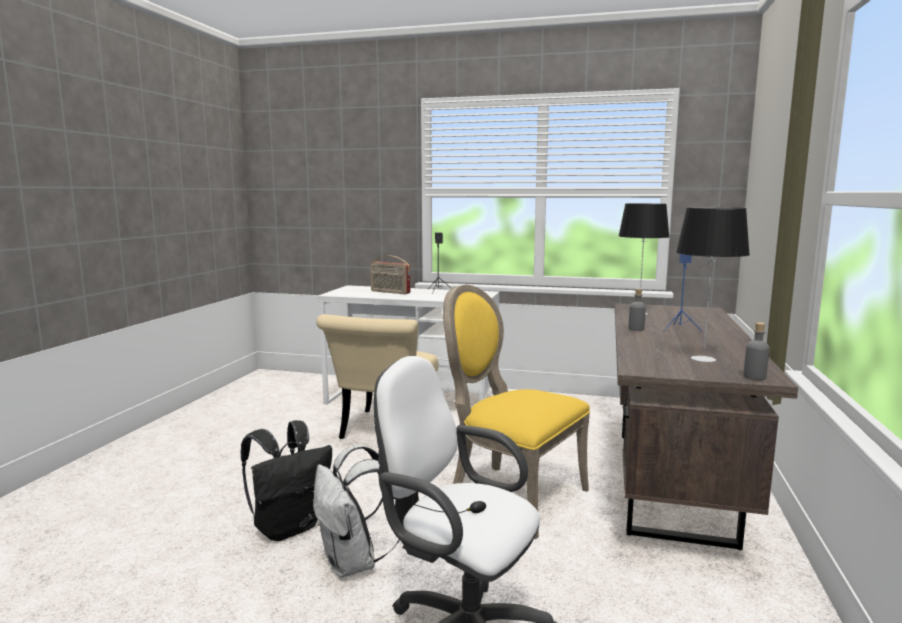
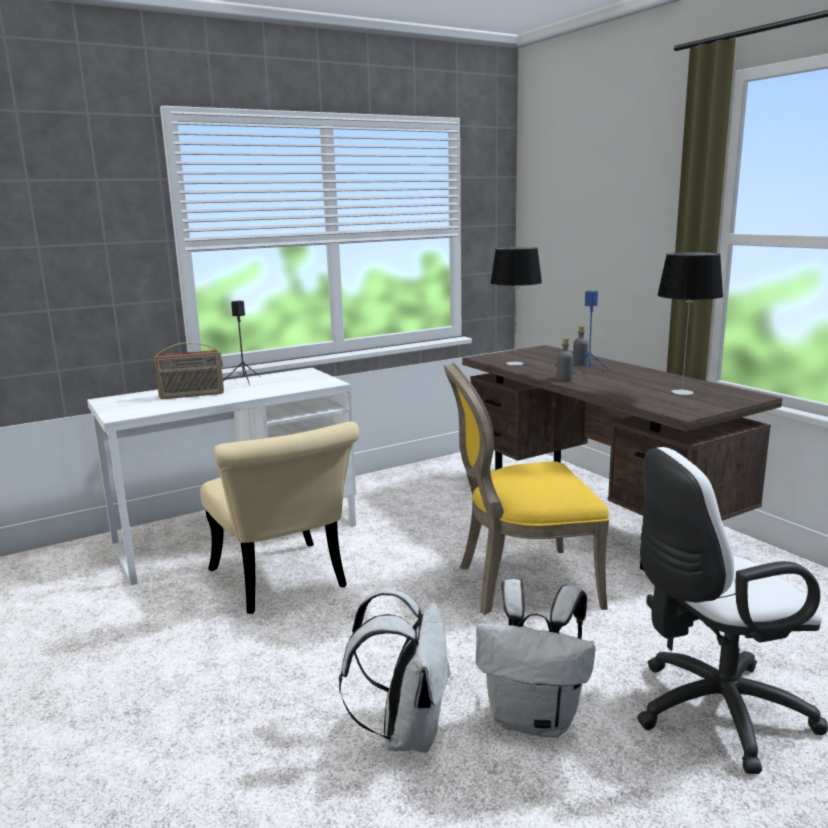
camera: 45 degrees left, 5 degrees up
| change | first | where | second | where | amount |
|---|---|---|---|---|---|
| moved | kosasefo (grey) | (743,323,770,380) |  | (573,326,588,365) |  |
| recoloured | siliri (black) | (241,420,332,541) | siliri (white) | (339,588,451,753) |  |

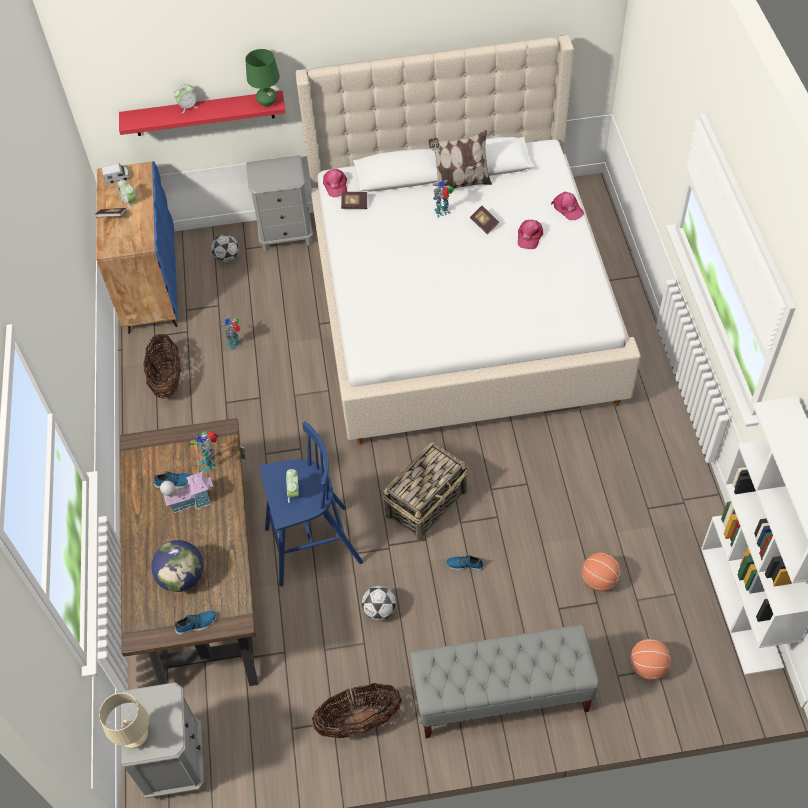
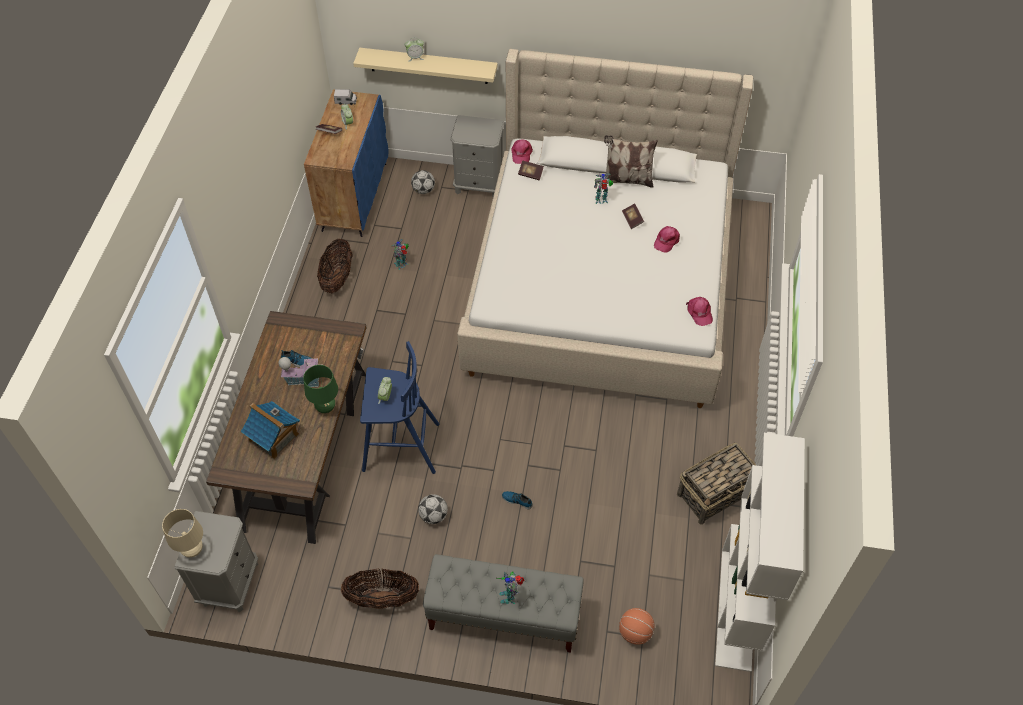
camera: 15 degrees right, 0 degrees up
| change | first | where | second | where | amount |
|---|---|---|---|---|---|
| removed | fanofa | (175,611,217,635) |  |  |  |
| removed | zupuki | (582,553,621,592) |  |  |  |
| moved | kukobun | (188,431,218,472) |  | (497,571,524,604) |  |
| moved | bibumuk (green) | (245,49,280,107) |  | (303,365,338,413) |  |
| moved | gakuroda | (382,442,468,541) |  | (677,443,757,525) |  |
| moved | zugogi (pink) | (551,192,584,220) |  | (686,297,713,326) |  |
| replaced | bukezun | (151,540,204,592) | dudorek | (241,401,300,459) |  |
| recoloured | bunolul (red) | (119,91,286,136) | bunolul (beige) | (353,48,498,84) |  |

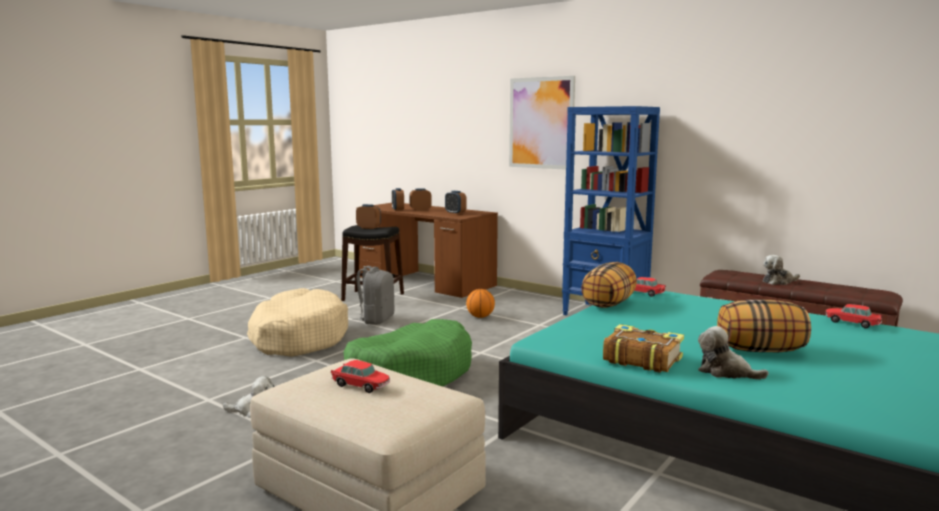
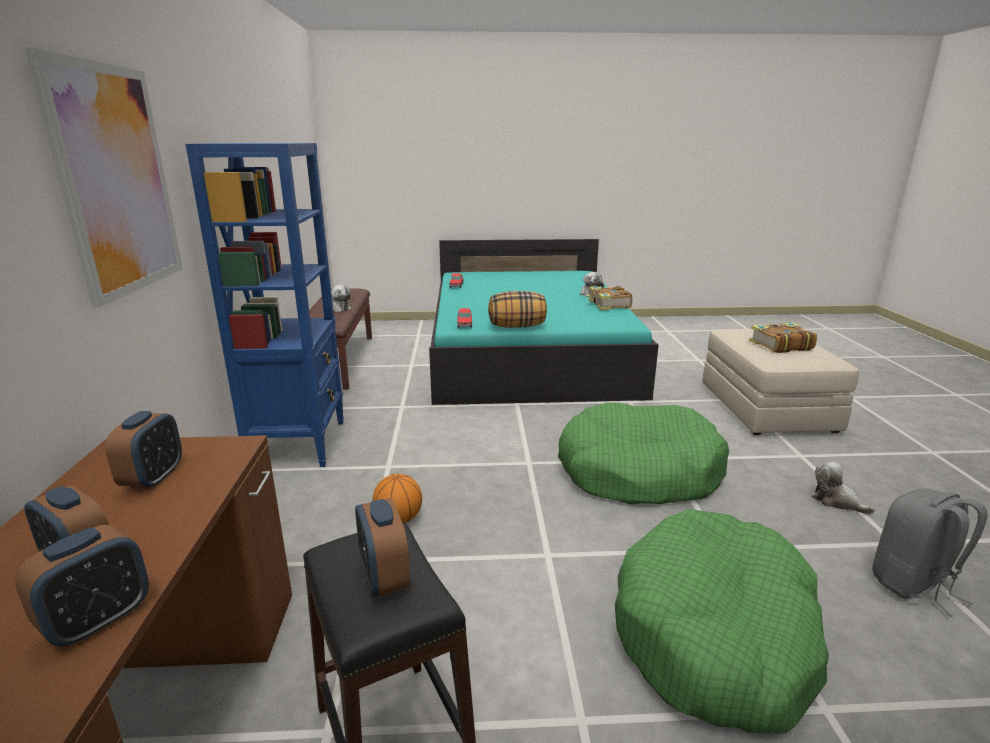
camera: 130 degrees left, 10 degrees up
| change | first | where | second | where | amount |
|---|---|---|---|---|---|
| removed | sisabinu | (717,300,811,352) |  |  |  |
| moved | siliri (grey) | (352,266,394,325) |  | (872,488,987,617) |  |
| replaced | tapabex | (331,360,390,393) | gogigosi | (749,322,817,353) |  |
| recoloured | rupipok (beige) | (247,288,348,357) | rupipok (green) | (615,509,829,734) |  |

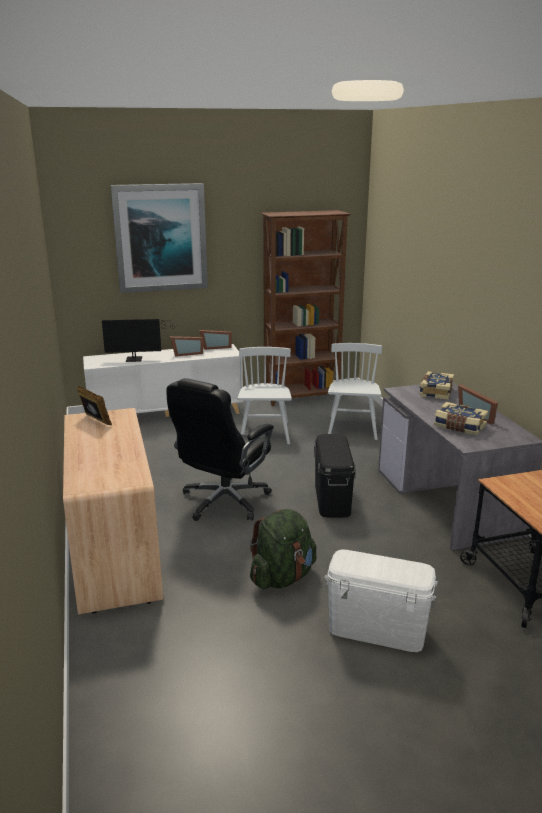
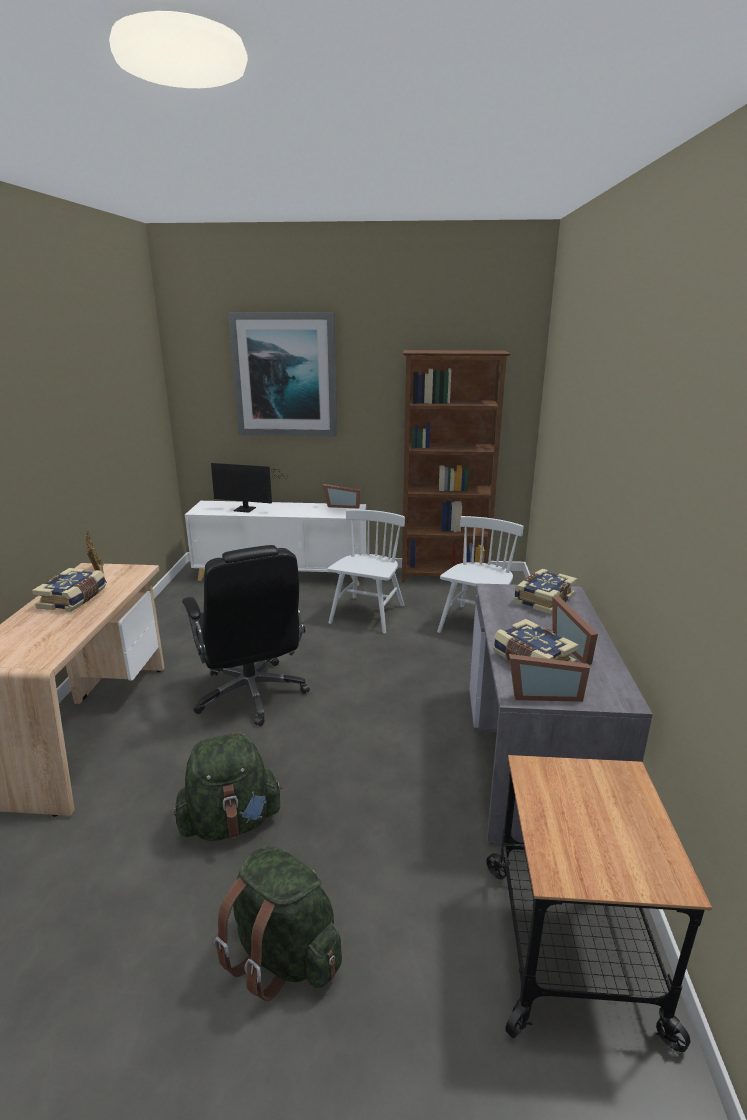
camera: 20 degrees right, 0 degrees up
| change | first | where | second | where | amount |
|---|---|---|---|---|---|
| removed | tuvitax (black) | (314,434,356,518) |  |  |  |
| added |  |  | gogigosi | (32,568,106,612) |  |
| moved | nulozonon | (170,336,203,357) |  | (509,654,590,702) |  |
| replaced | tuvitax (white) | (325,549,438,652) | siliri (green) | (214,846,342,1001) |  |
| turned | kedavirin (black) | (166,378,274,521) |  | (182,545,310,726) | 75 degrees counterclockwise |

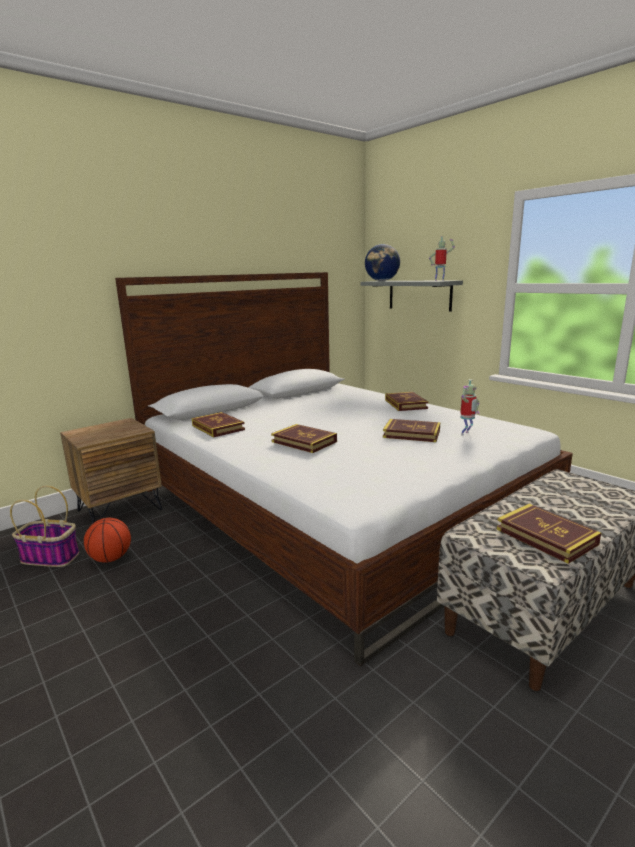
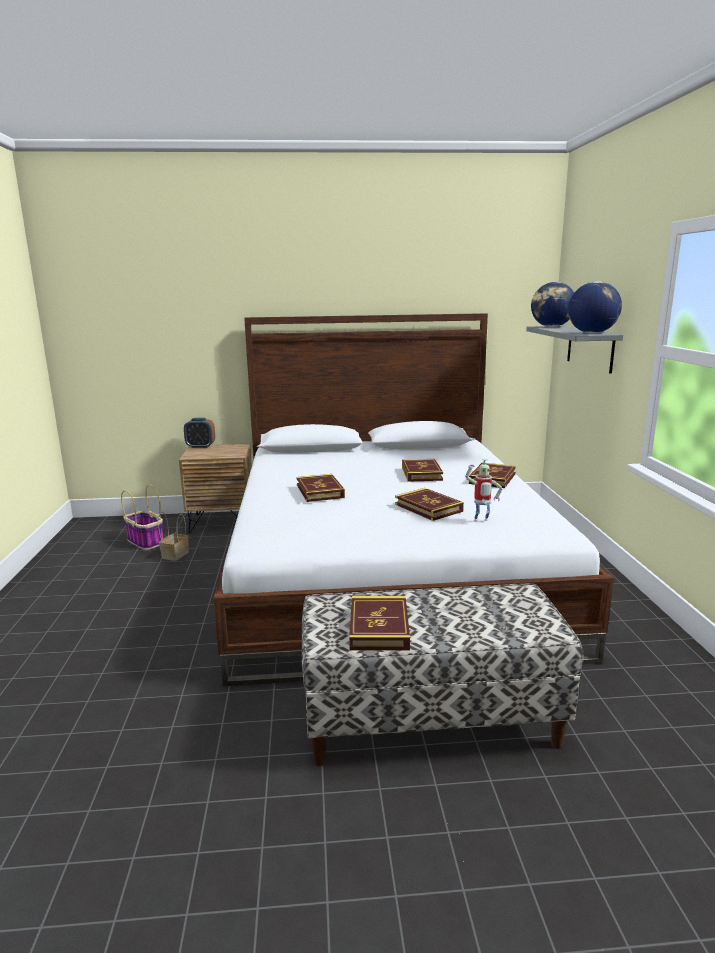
camera: 35 degrees right, 0 degrees up
| change | first | where | second | where | amount |
|---|---|---|---|---|---|
| added |  |  | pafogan | (184,418,215,448) |  |
| moved | gogigosi | (192,412,245,437) |  | (402,459,443,482) |  |
| replaced | zupuki | (84,518,131,563) | gakuroda | (158,512,189,561) |  |
| replaced | kukobun | (429,236,455,281) | bukezun | (568,281,622,334) |  |

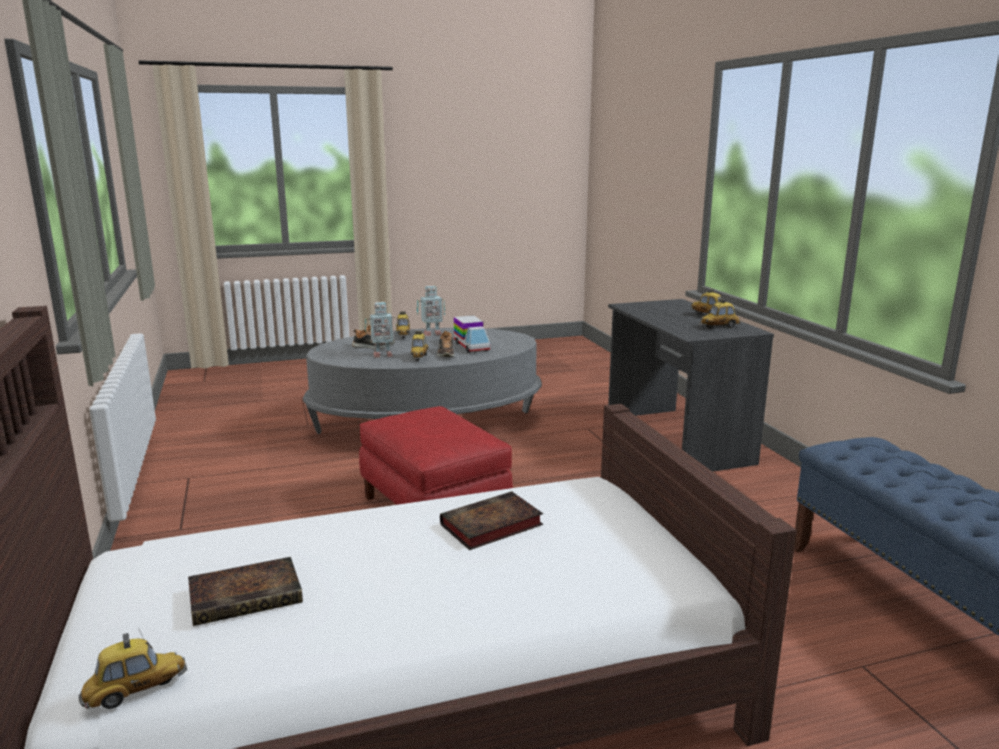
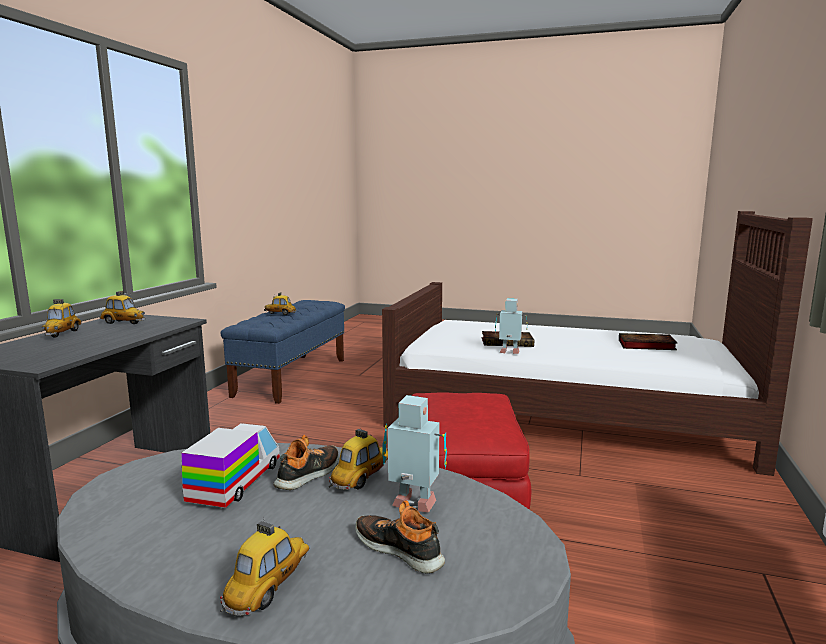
camera: 145 degrees left, 5 degrees down
| change | first | where | second | where | amount |
|---|---|---|---|---|---|
| moved | tapabex | (79,628,187,709) |  | (264,292,297,315) |  |
| moved | kukobun | (417,286,445,336) |  | (495,298,528,354) |  |

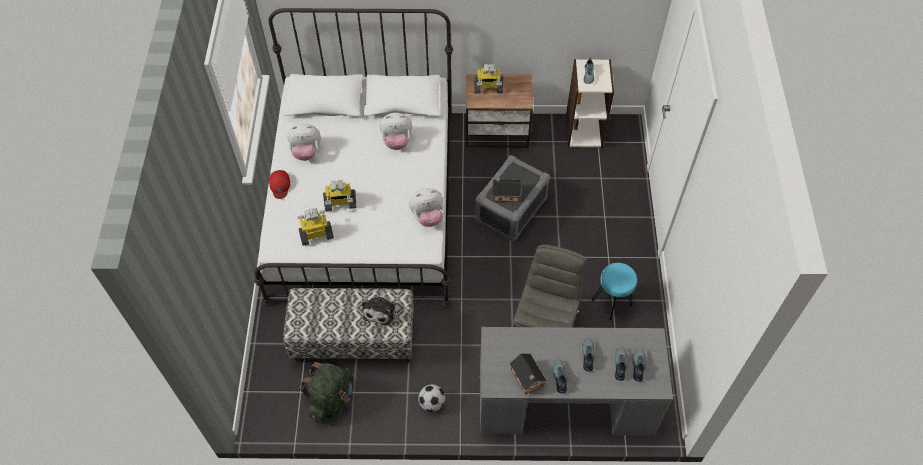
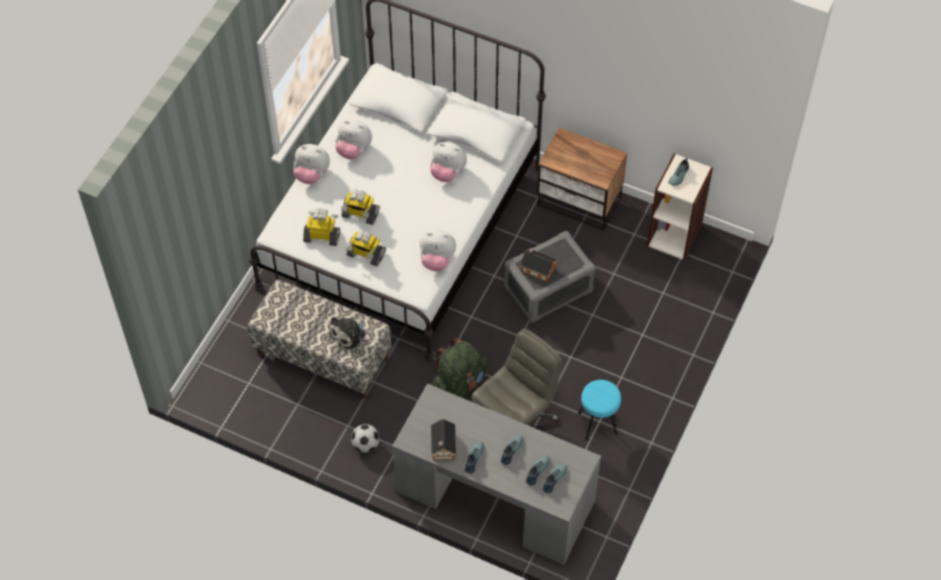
camera: 25 degrees right, 0 degrees up
| change | first | where | second | where | amount |
|---|---|---|---|---|---|
| moved | siliri (green) | (300,362,353,424) |  | (433,337,488,397) |  |
| moved | kukobun | (474,64,503,93) |  | (346,229,386,266) |  |
| replaced | zugogi (red) | (269,170,290,199) | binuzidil | (293,144,330,184) |  |

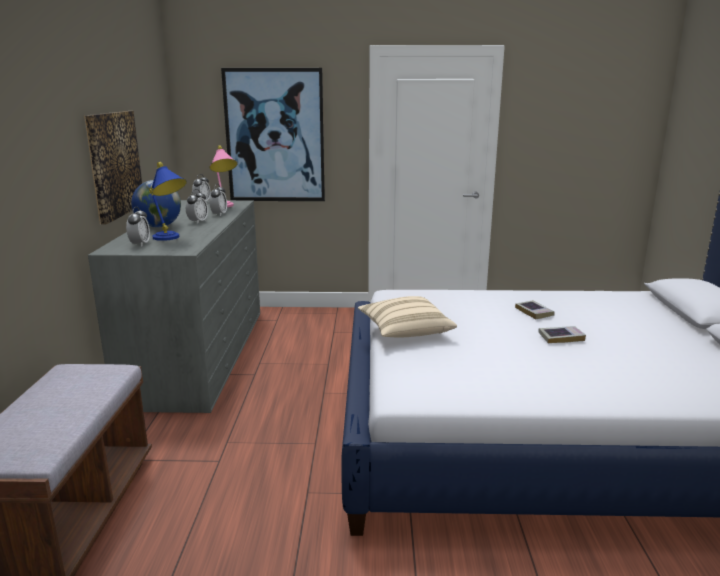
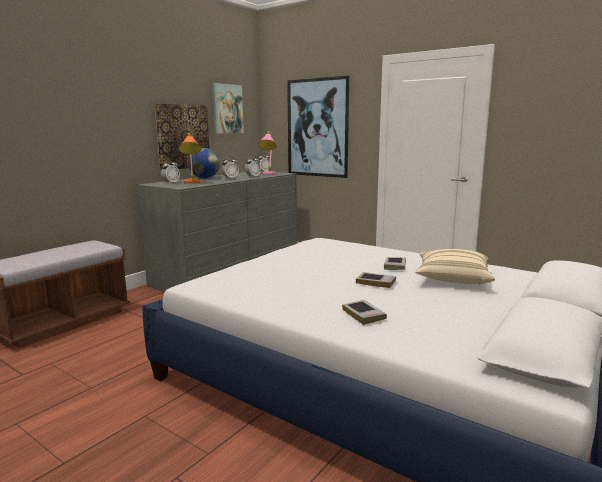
camera: 35 degrees right, 5 degrees down
| change | first | where | second | where | amount |
|---|---|---|---|---|---|
| added |  |  | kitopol | (212,83,244,134) |  |
| added |  |  | gogigosi | (342,300,387,325) |  |
| moved | sisabinu (beige) | (358,296,457,338) |  | (416,249,495,285) |  |
| recoloured | bibumuk (blue) | (149,162,187,241) | bibumuk (orange) | (178,133,202,183) |  |

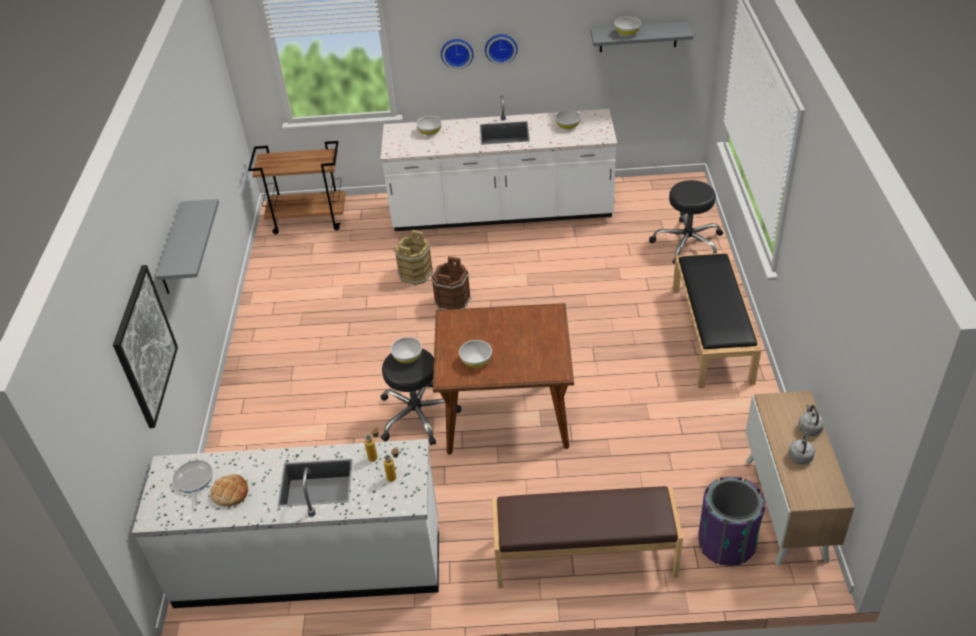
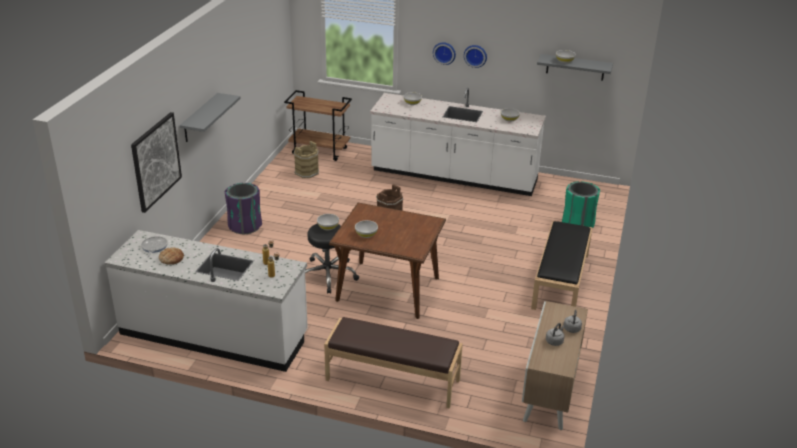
camera: 15 degrees right, 10 degrees down
| change | first | where | second | where | amount |
|---|---|---|---|---|---|
| moved | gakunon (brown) | (394,230,434,285) |  | (293,141,319,178) |  |
| moved | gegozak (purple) | (698,477,765,566) |  | (225,183,262,234) |  |
| replaced | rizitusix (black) | (649,180,723,264) | gegozak (green) | (562,181,600,227) |  |

